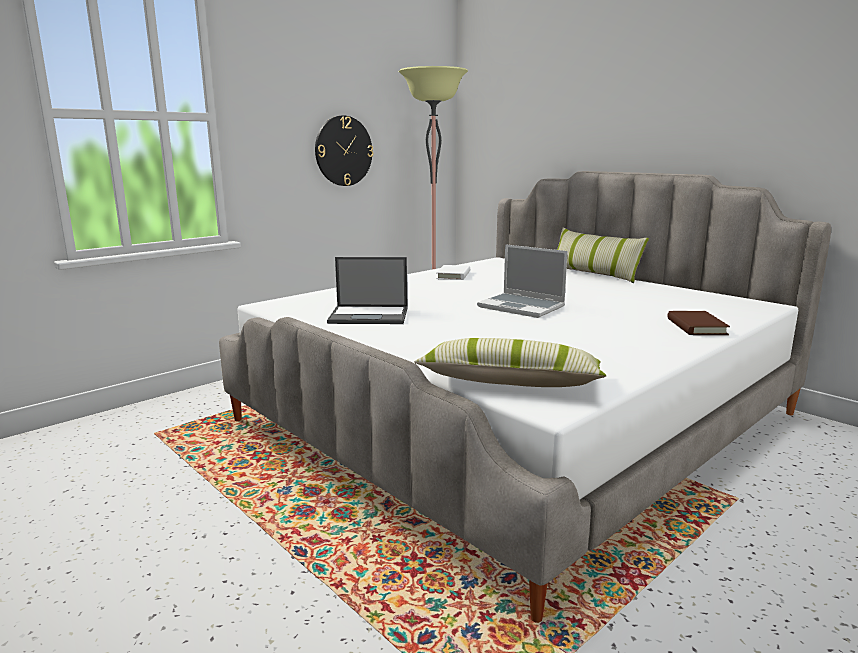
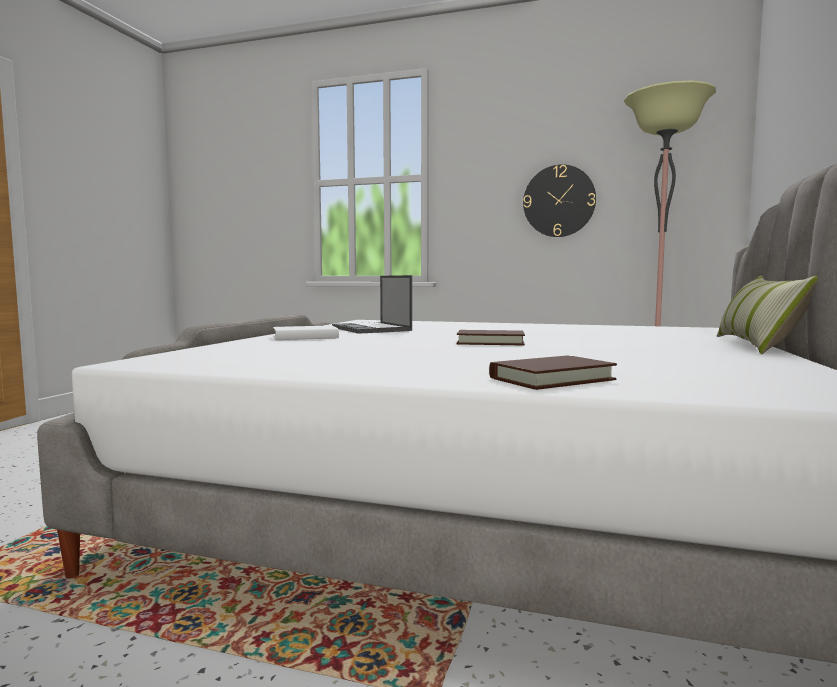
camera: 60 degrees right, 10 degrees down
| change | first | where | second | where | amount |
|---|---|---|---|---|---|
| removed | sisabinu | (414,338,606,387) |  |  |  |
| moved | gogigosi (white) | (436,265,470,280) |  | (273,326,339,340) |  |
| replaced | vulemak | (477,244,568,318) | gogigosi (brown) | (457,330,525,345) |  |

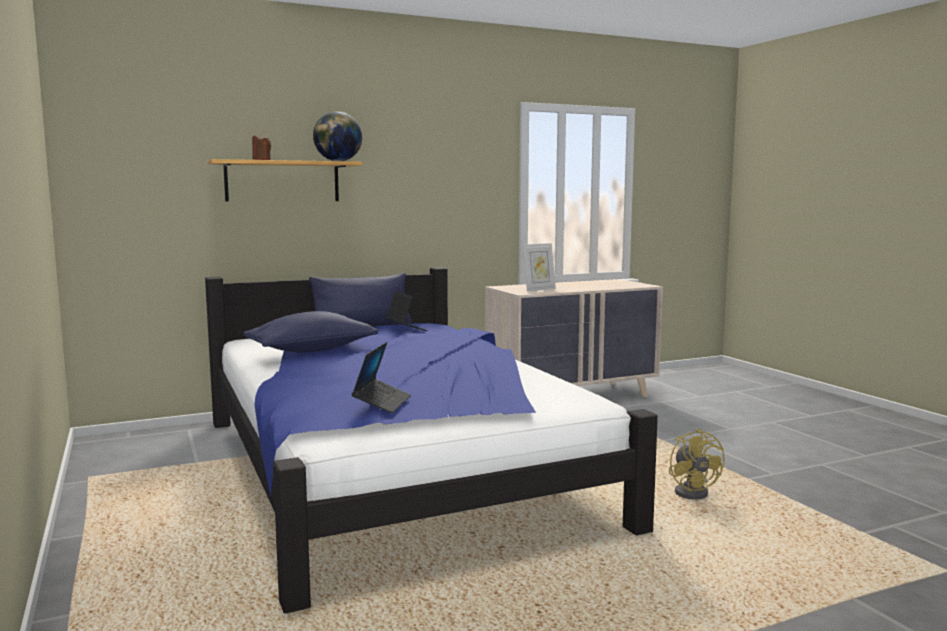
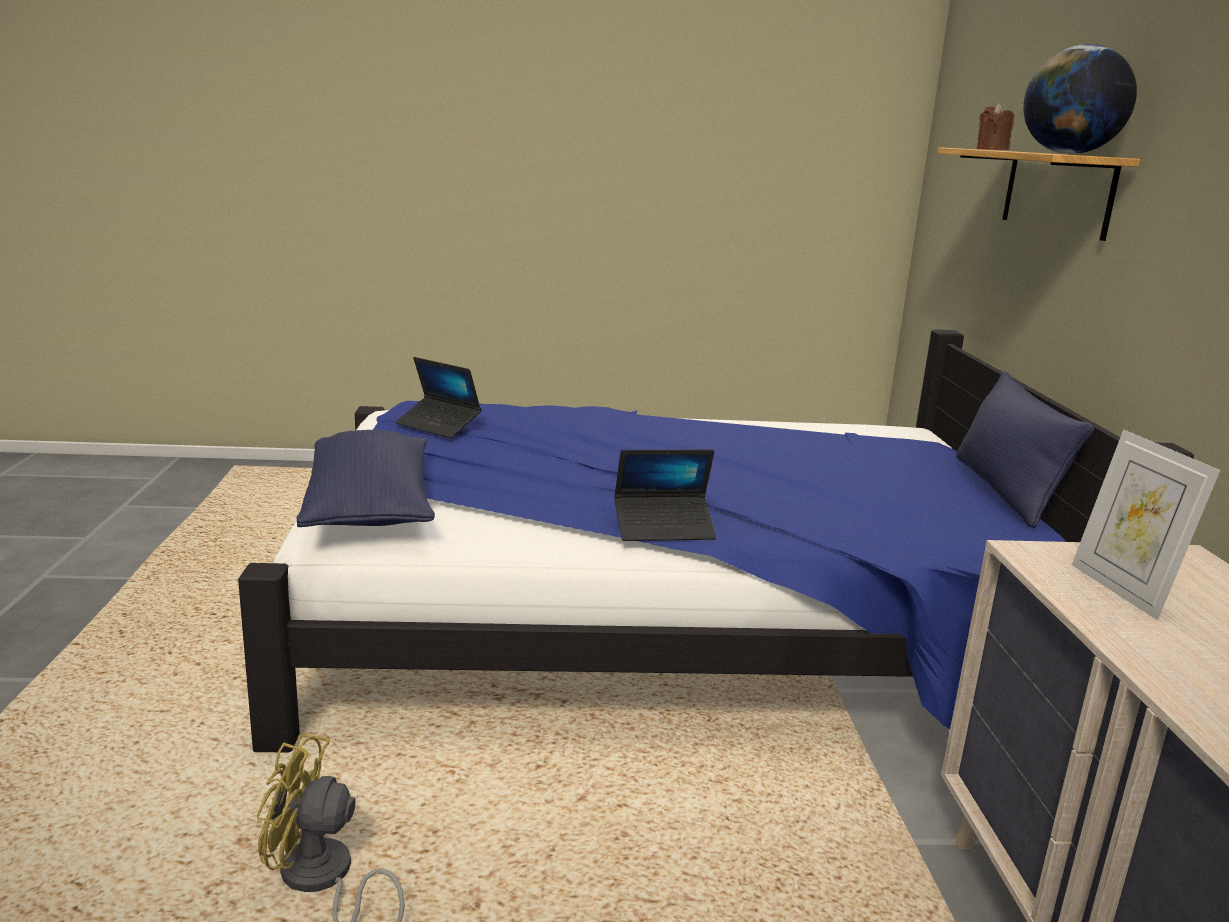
camera: 110 degrees right, 10 degrees up
| change | first | where | second | where | amount |
|---|---|---|---|---|---|
| moved | sisabinu (blue) | (243,311,378,353) |  | (297,430,435,527) |  |
| moved | vulemak | (386,291,428,331) |  | (614,450,716,541) |  |

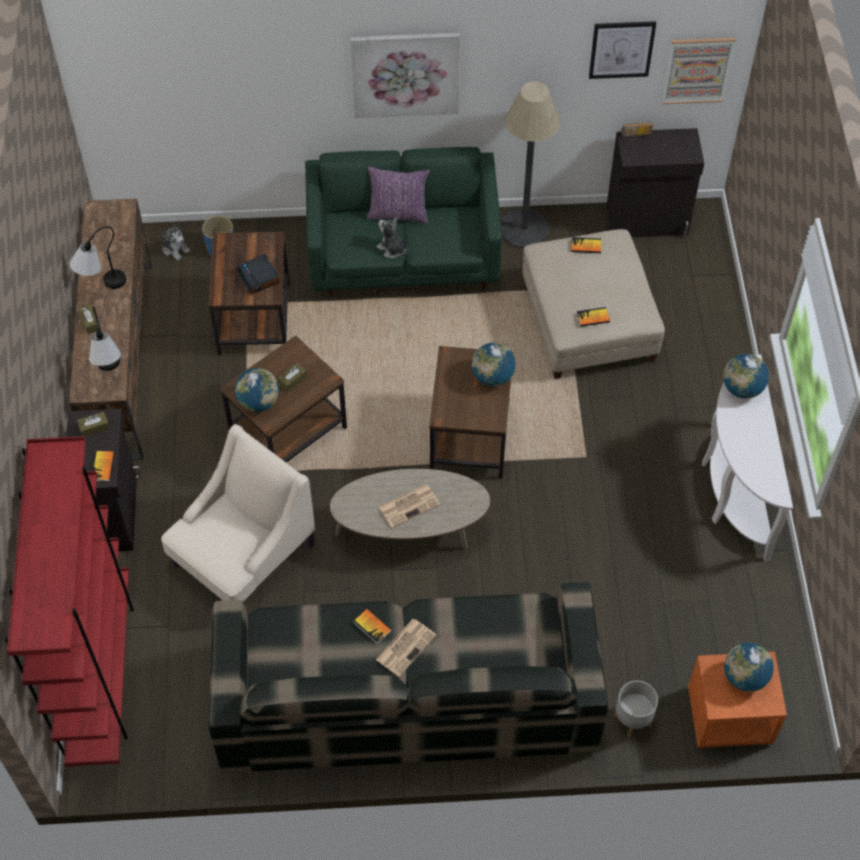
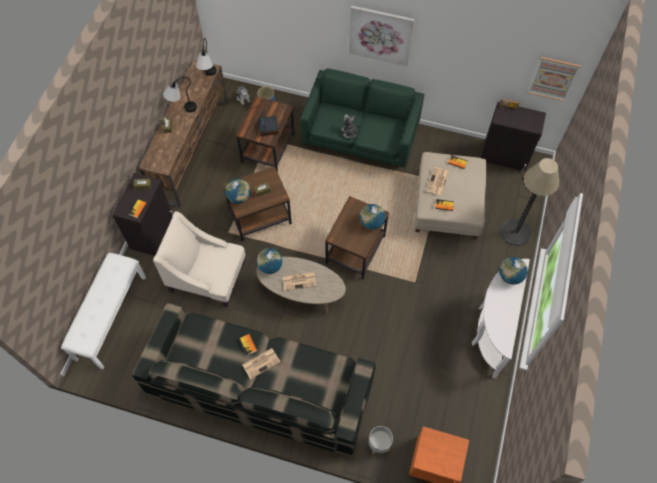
camera: 20 degrees right, 5 degrees up
| change | first | where | second | where | amount |
|---|---|---|---|---|---|
| removed | sisabinu (purple) | (367,167,430,223) |  |  |  |
| removed | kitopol | (589,21,656,79) |  |  |  |
| added |  |  | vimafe | (427,167,449,196) |  |
| moved | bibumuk | (89,307,121,371) |  | (196,38,217,76) |  |
| moved | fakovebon | (501,81,560,248) |  | (501,158,559,246) |  |
| moved | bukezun | (724,643,774,692) |  | (256,248,282,274) |  |
| replaced | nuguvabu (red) | (4,436,134,767) | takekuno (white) | (61,253,146,369) |  |
| turned | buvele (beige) | (161,424,315,602) |  | (153,211,245,307) | 135 degrees counterclockwise |

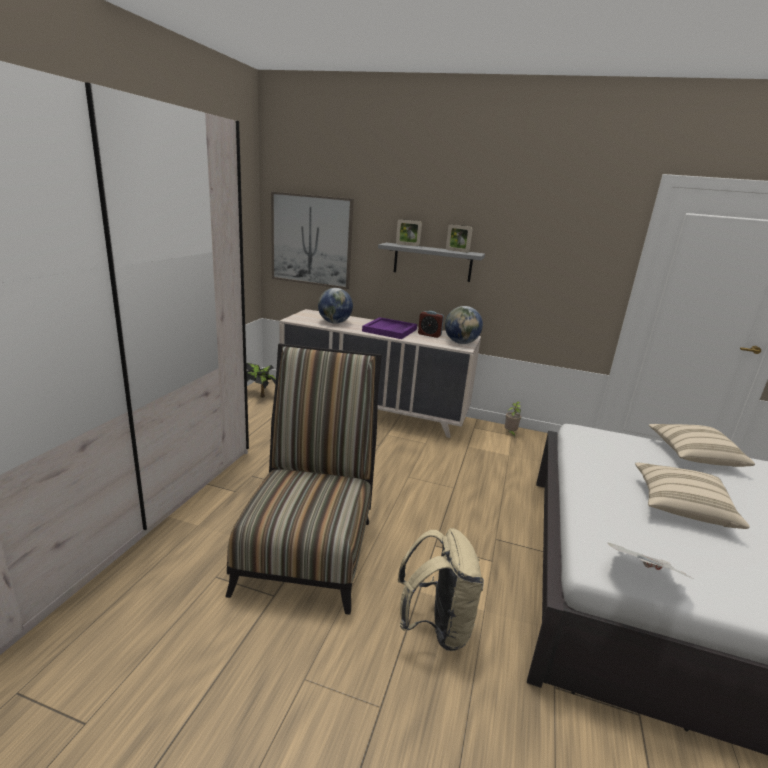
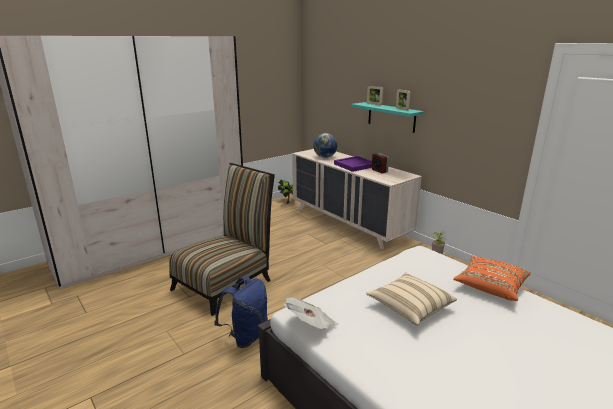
camera: 35 degrees right, 0 degrees up
| change | first | where | second | where | amount |
|---|---|---|---|---|---|
| removed | kitopol | (271,192,354,289) |  |  |  |
| removed | bukezun | (445,306,483,344) |  |  |  |
| recoloured | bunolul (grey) | (378,242,485,282) | bunolul (turquoise) | (351,102,424,133) |  |
| recoloured | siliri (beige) | (398,528,484,651) | siliri (blue) | (214,277,268,348) |  |
| recoloured | sisabinu (beige) | (649,424,755,467) | sisabinu (orange) | (453,256,531,301) |  |

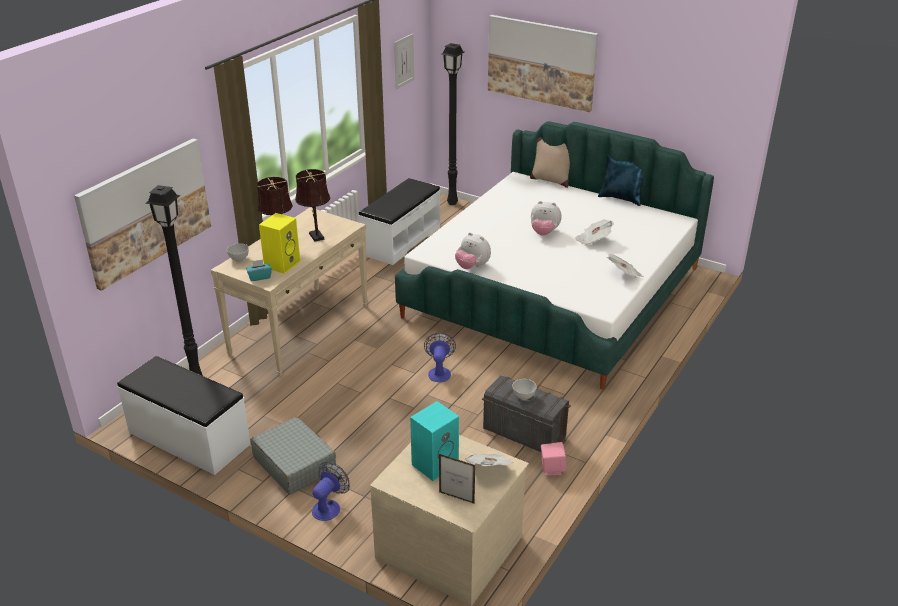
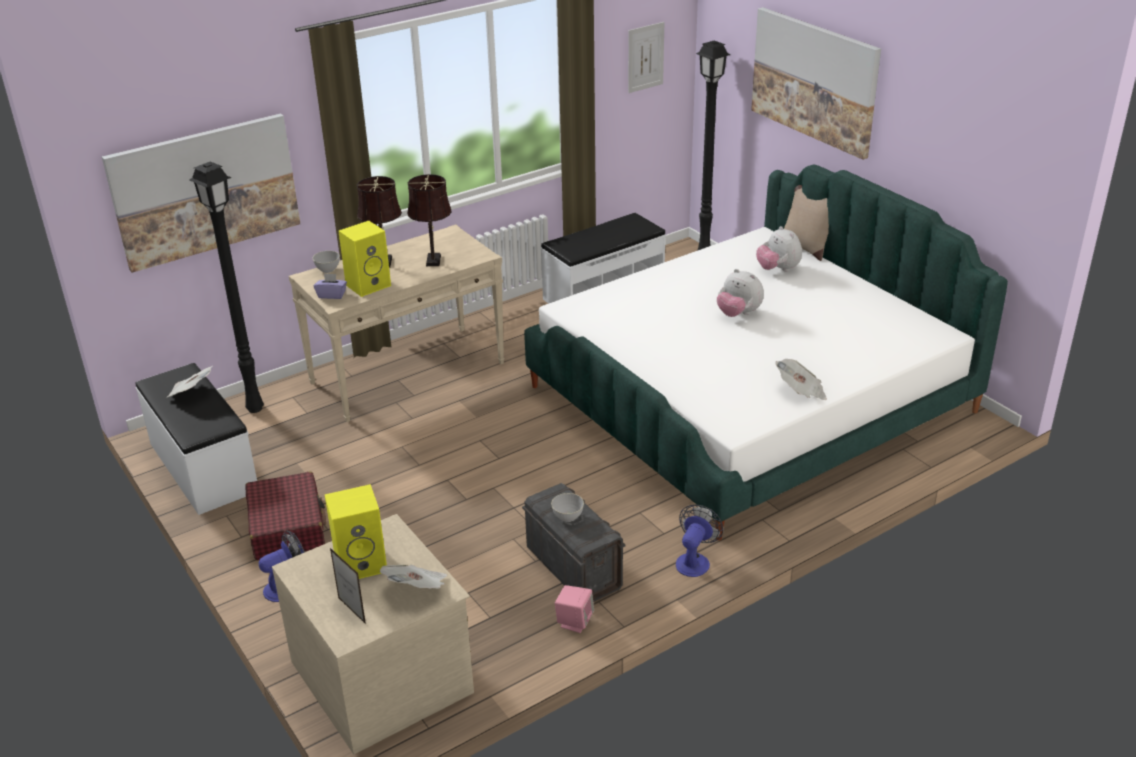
camera: 25 degrees right, 0 degrees up
| change | first | where | second | where | amount |
|---|---|---|---|---|---|
| removed | sisabinu (blue) | (598,155,643,206) |  |  |  |
| moved | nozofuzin | (424,333,456,382) |  | (676,505,723,577) |  |
| moved | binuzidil | (455,232,491,269) |  | (756,226,802,272) |  |
| moved | vimafe | (575,219,614,246) |  | (166,366,213,398) |  |
| recoloured | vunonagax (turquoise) | (246,259,272,281) | vunonagax (purple) | (314,273,347,299) |  |
| recoloured | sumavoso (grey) | (250,417,336,495) | sumavoso (red) | (245,472,326,560) |  |
| recoloured | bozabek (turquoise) | (410,401,459,481) | bozabek (yellow) | (325,484,387,579) |  |

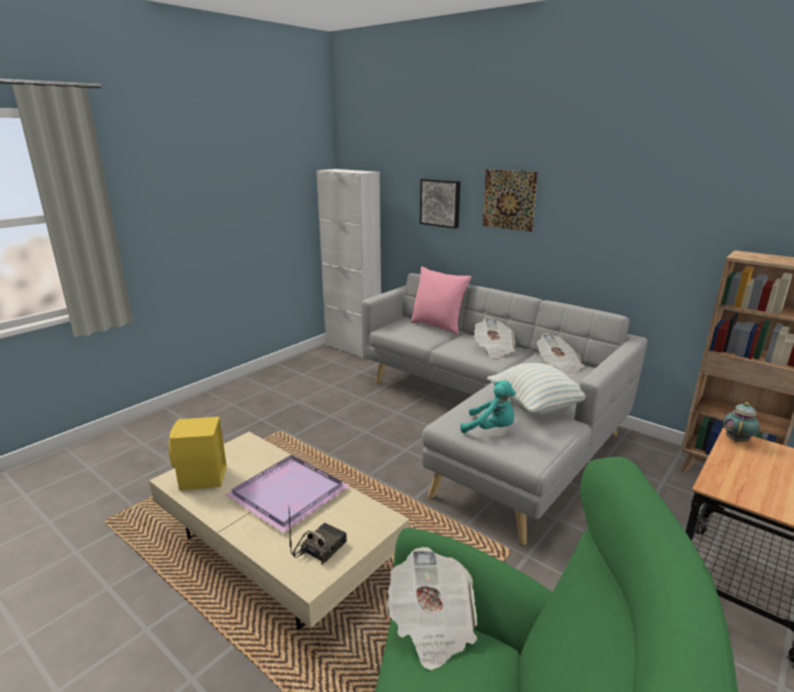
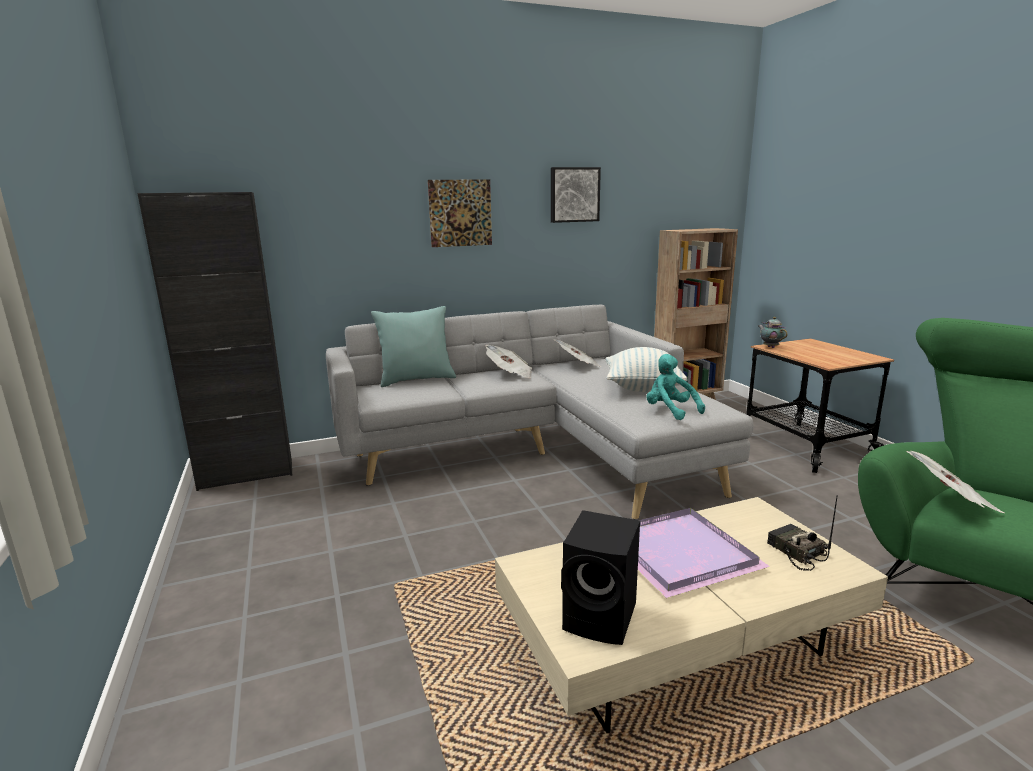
camera: 60 degrees left, 5 degrees down
| change | first | where | second | where | amount |
|---|---|---|---|---|---|
| moved | kitopol | (420,179,461,229) |  | (551,167,601,223) |  |
| recoloured | bozabek (yellow) | (169,417,227,490) | bozabek (black) | (561,510,640,645) |  |
| recoloured | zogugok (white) | (316,169,381,359) | zogugok (black) | (137,192,292,491) |  |
| recoloured | sisabinu (pink) | (410,266,472,335) | sisabinu (turquoise) | (371,306,456,387) |  |
| turned | binuzidil (turquoise) | (460,380,516,433) |  | (646,354,705,420) | 90 degrees counterclockwise |

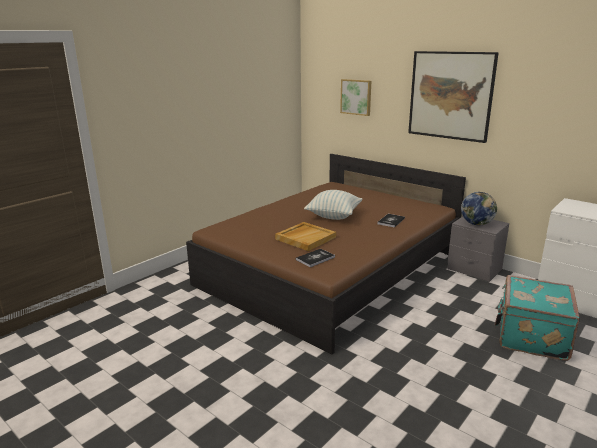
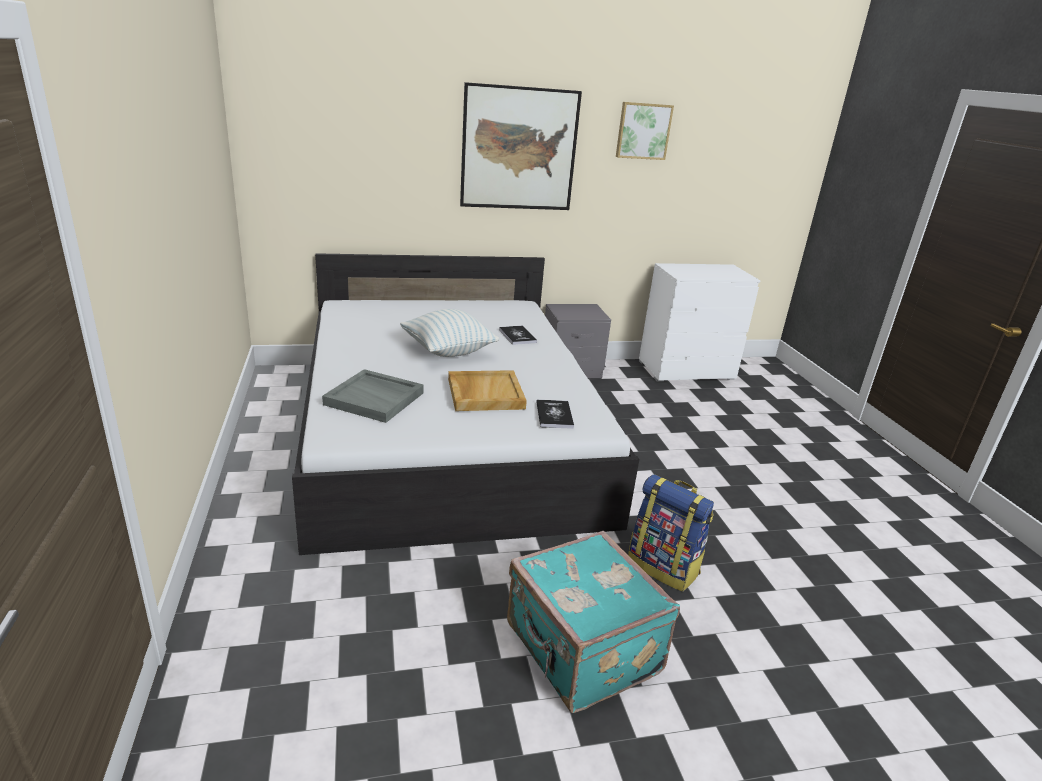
camera: 55 degrees left, 5 degrees up
| change | first | where | second | where | amount |
|---|---|---|---|---|---|
| removed | bukezun | (461,192,497,225) |  |  |  |
| added |  |  | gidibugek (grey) | (322,369,424,423) |  |
| added |  |  | siliri | (628,474,714,592) |  |
| moved | kitopol | (340,79,371,116) |  | (616,102,674,160) |  |
| moved | sumavoso (turquoise) | (495,275,580,361) |  | (507,531,680,713) |  |
| recoloured | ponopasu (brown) | (186,154,466,354) | ponopasu (white) | (292,253,639,555) |  |

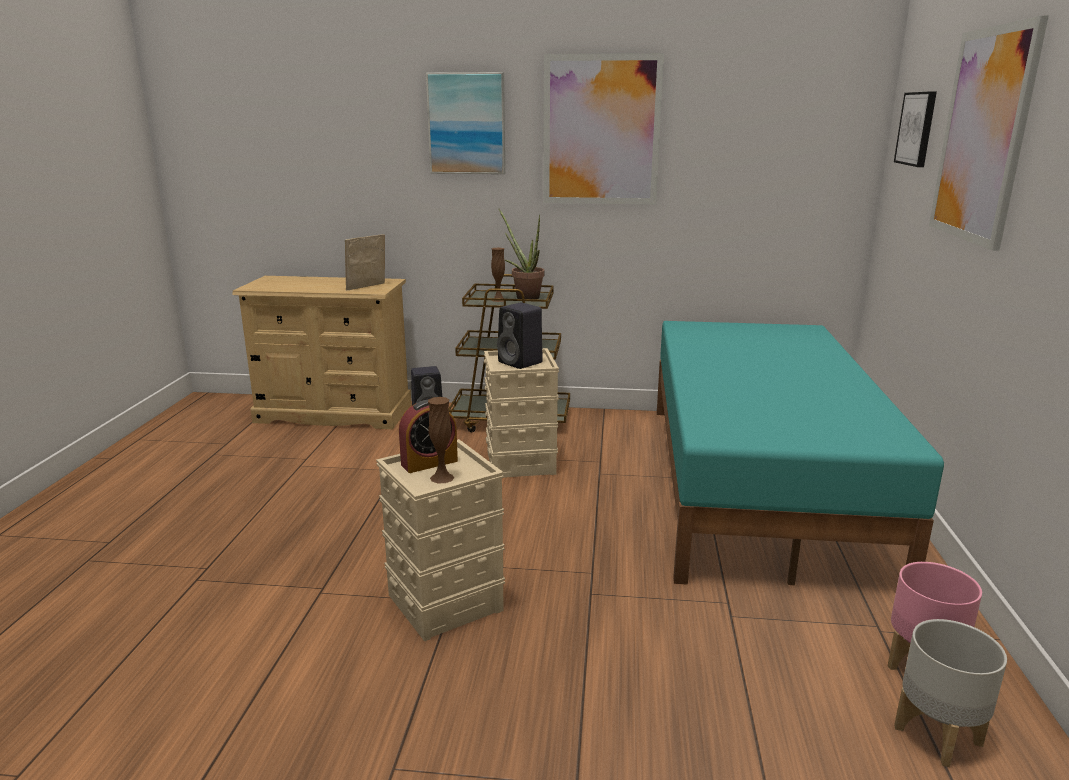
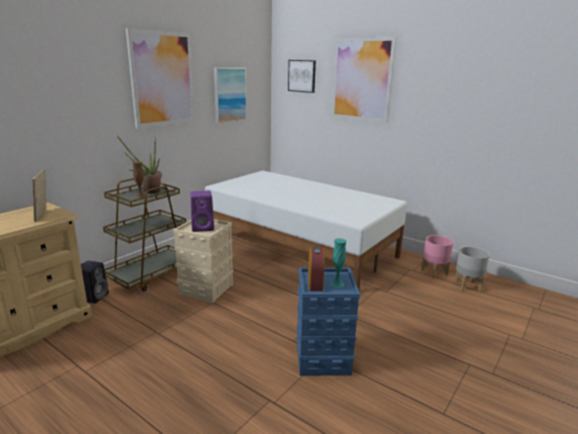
camera: 60 degrees left, 0 degrees up
| change | first | where | second | where | amount |
|---|---|---|---|---|---|
| moved | kitopol | (426,72,505,174) |  | (214,68,247,123) |  |
| recoloured | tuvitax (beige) | (376,439,505,641) | tuvitax (blue) | (297,268,360,376) |  |
| recoloured | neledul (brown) | (428,397,454,483) | neledul (turquoise) | (331,238,346,288) |  |
| recoloured | bozabek (black) | (497,303,543,369) | bozabek (purple) | (190,191,214,232) |  |
| recoloured | ponopasu (turquoise) | (657,321,944,585) | ponopasu (white) | (205,171,407,289) |  |

